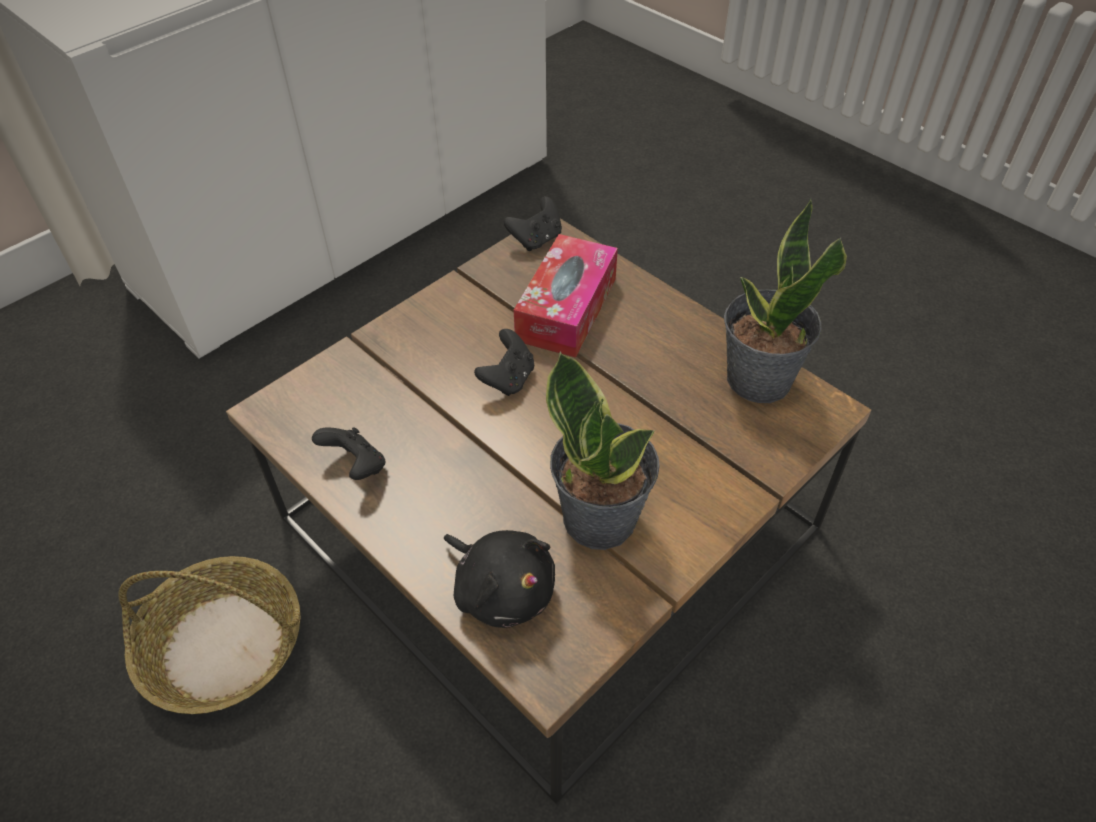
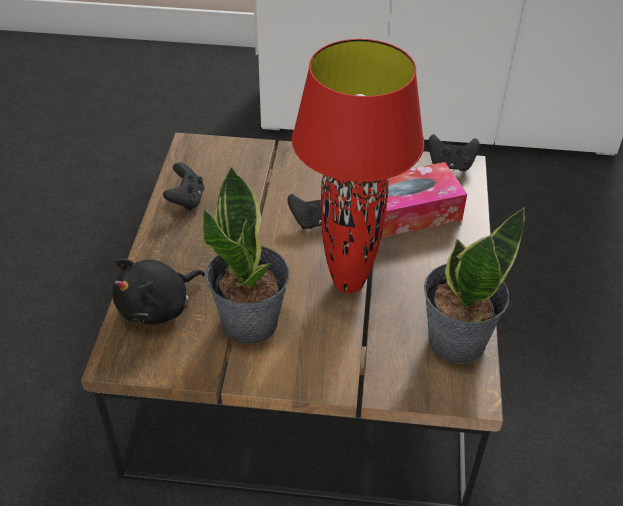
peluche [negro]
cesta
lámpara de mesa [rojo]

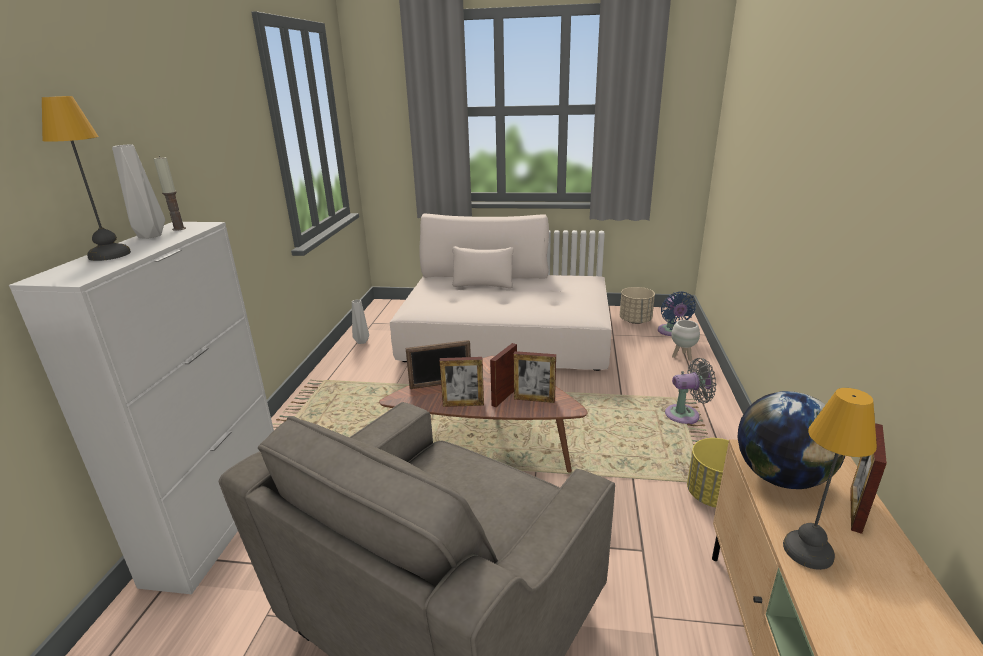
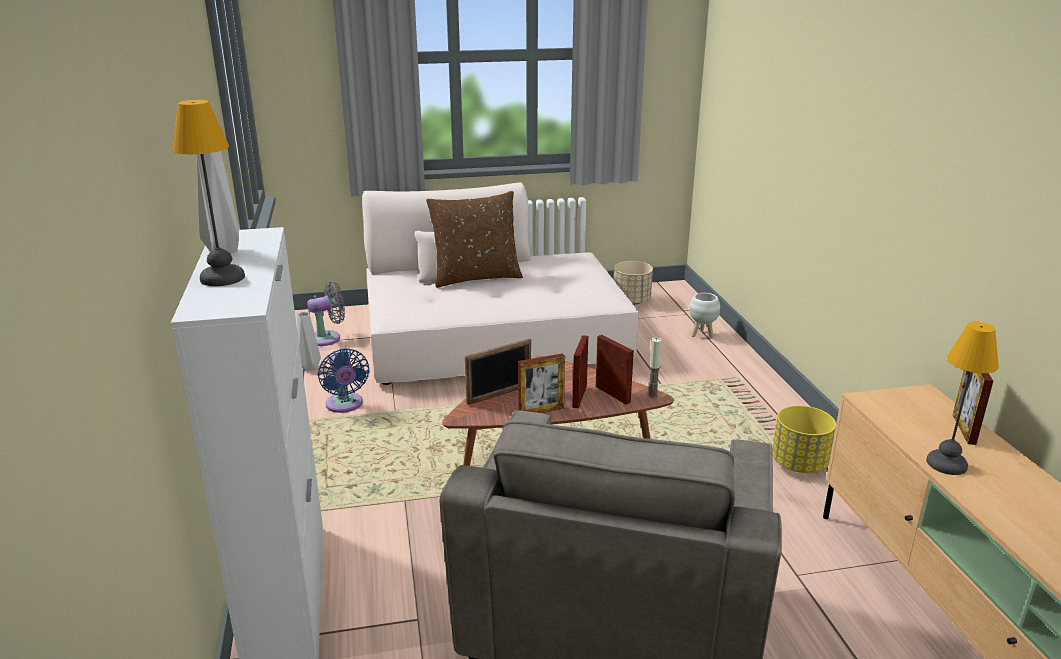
vela
ventilador [azul]
portarretratos (4th from left)
ventilador [gris]
globo terráqueo
cojín [marrón]

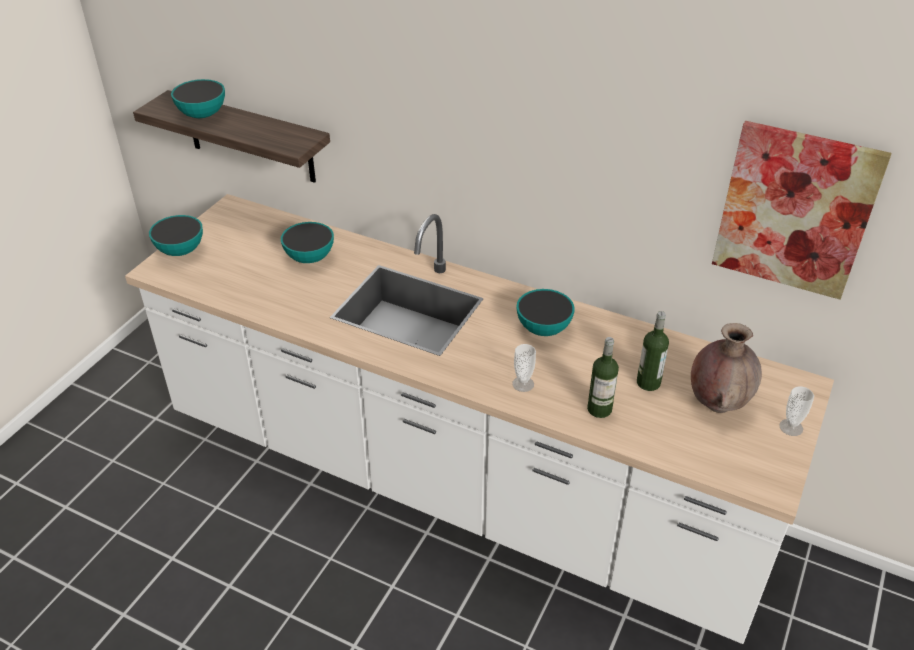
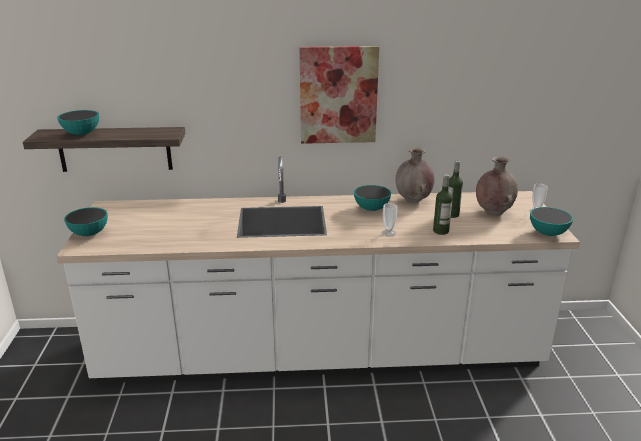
cuadro
cuenco (4th from left)
florero [marrón] (1st from left)

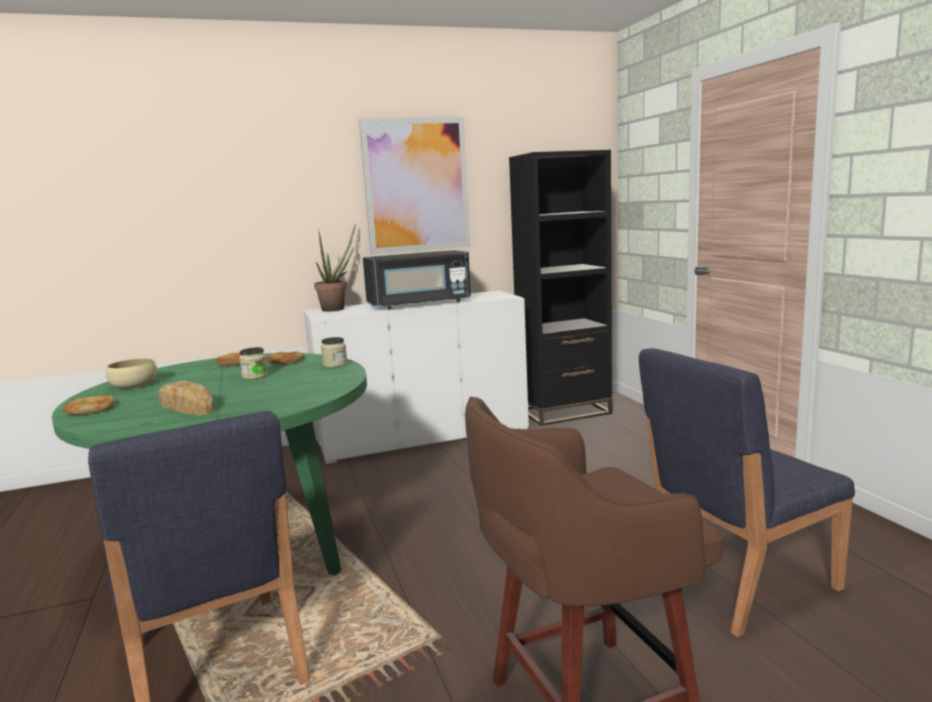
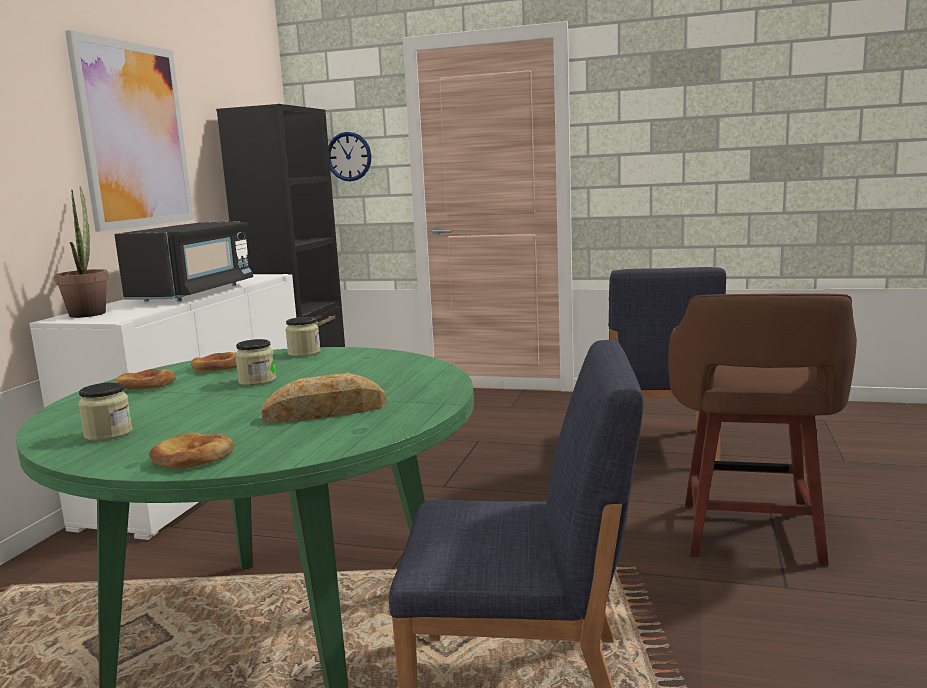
tarro (1st from left)
reloj de pared

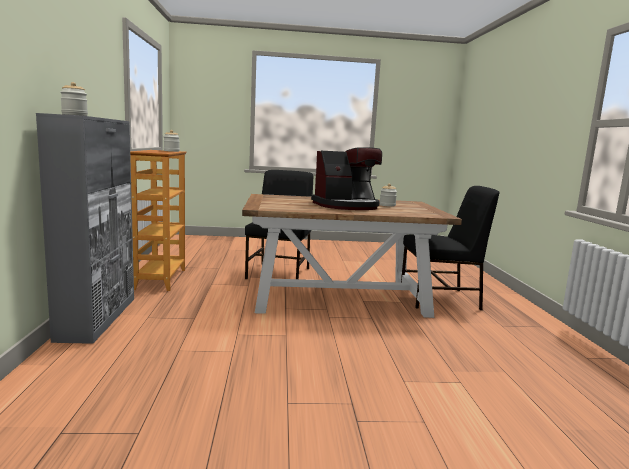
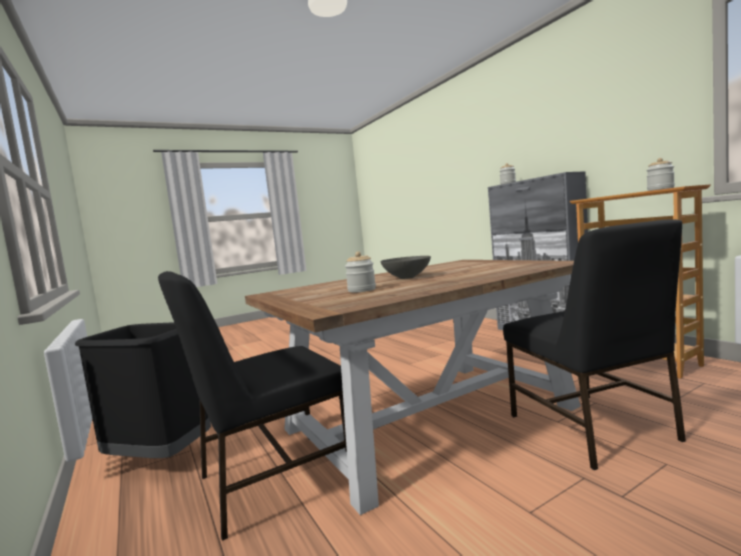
cuenco [gris]
papelera [negro]

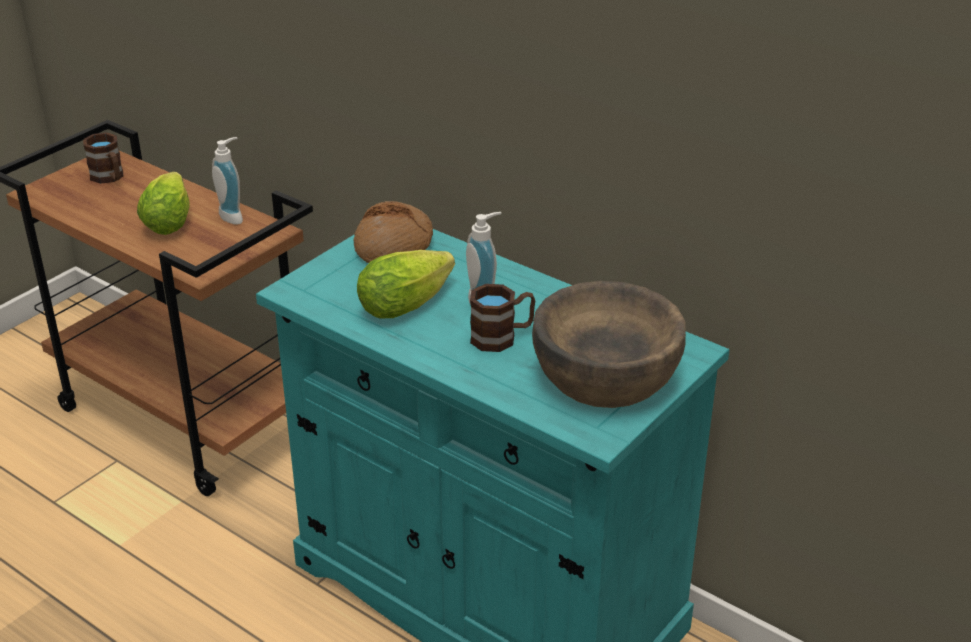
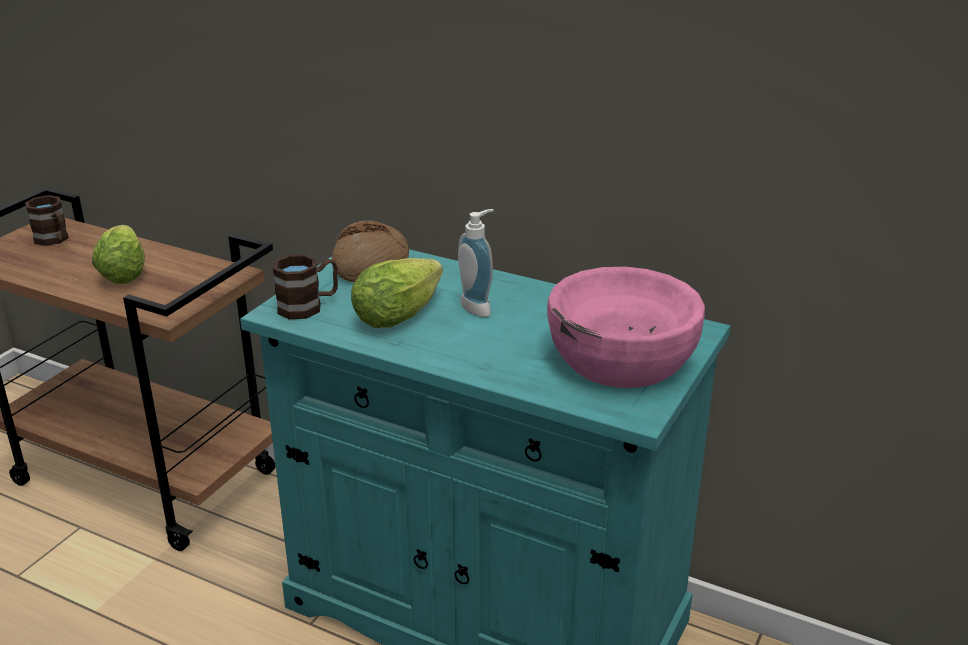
dispensador de jabón (1st from left in the first image)
cuenco [rosa]
taza grande [marrón] (2nd from left)

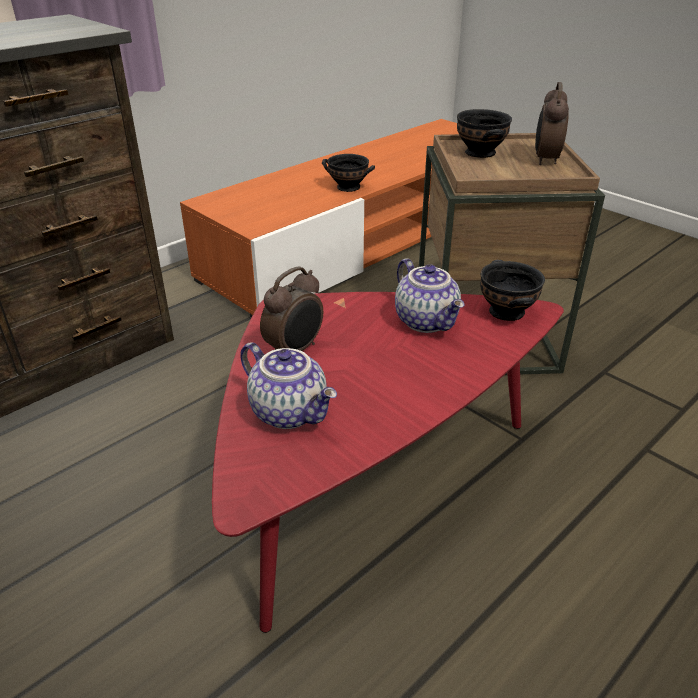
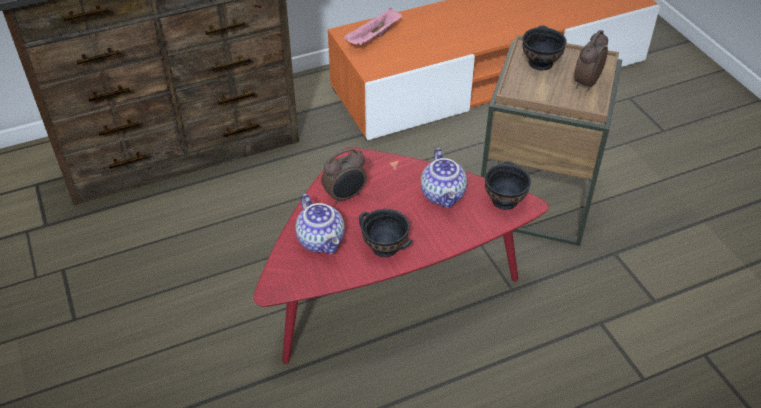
cuenco [negro] (1st from left)
bandeja [rosa]

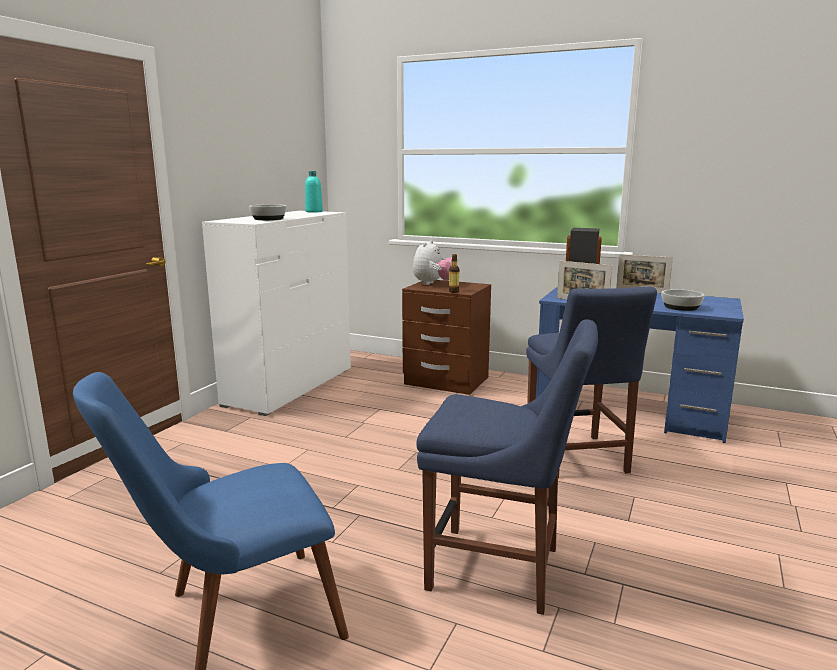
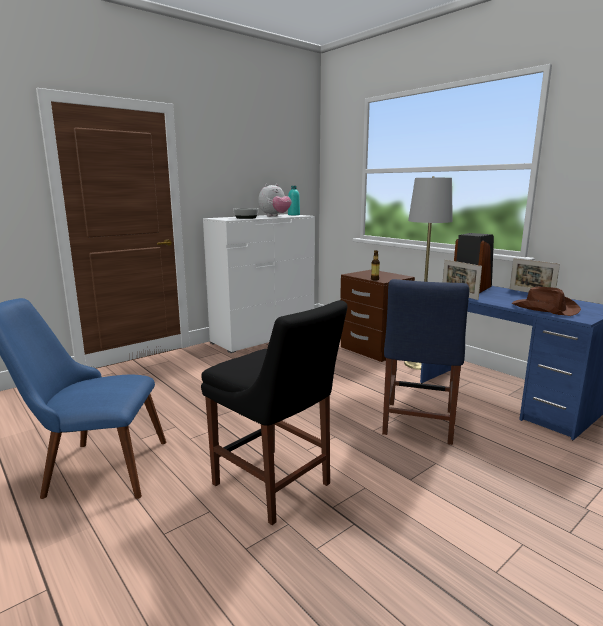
peluche
sombrero [marrón]
silla [negro]
lámpara de pie [gris]

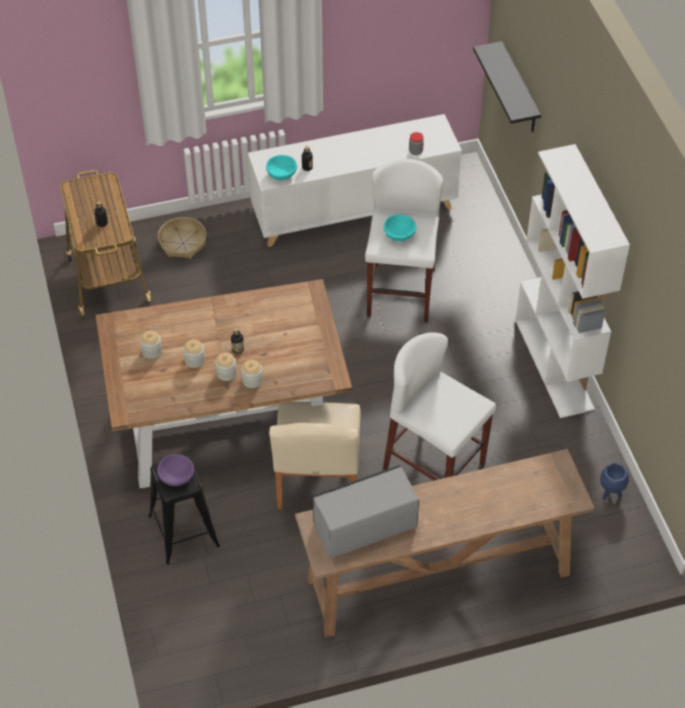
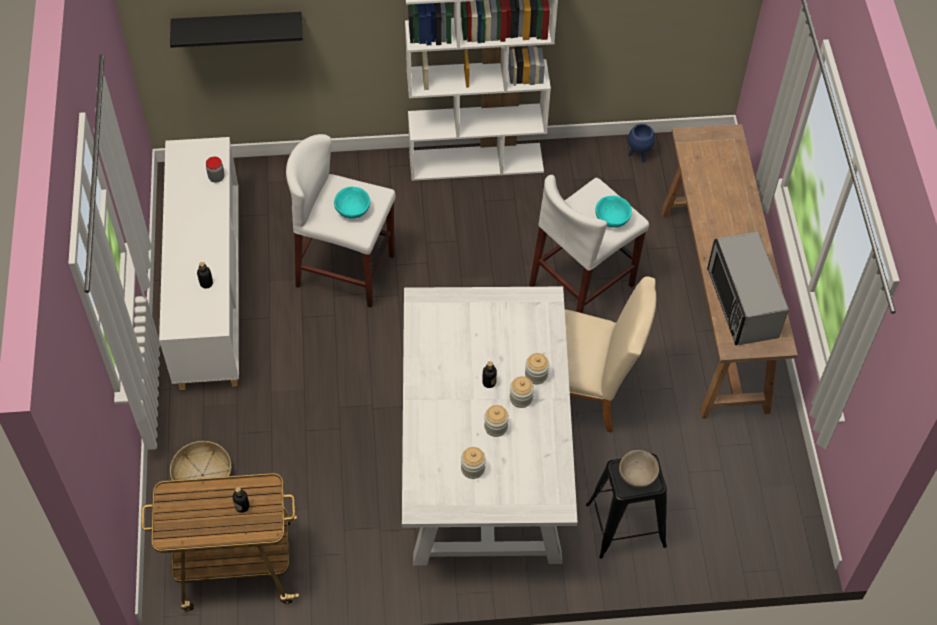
cuenco [turquesa] (2nd from left)
mesa de comedor [blanco]
cuenco [beis]

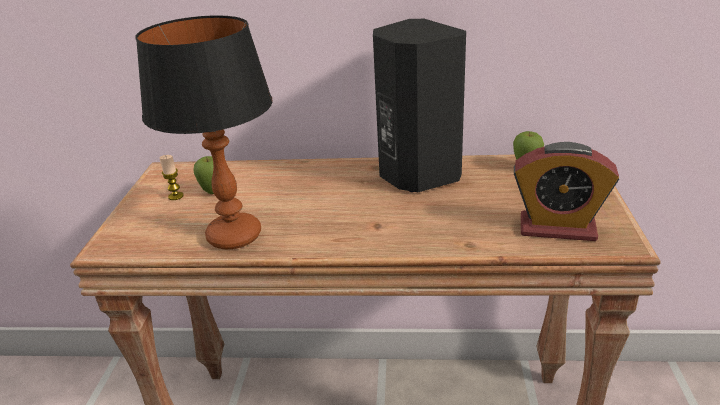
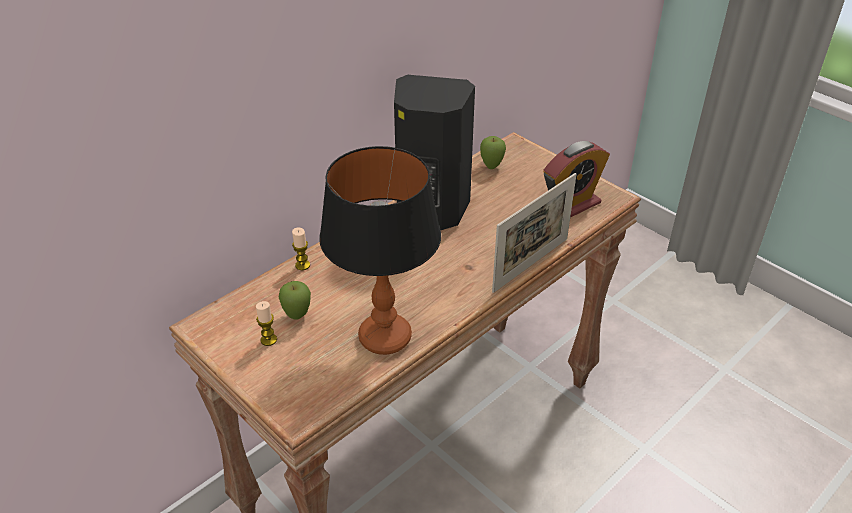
portarretratos
vela (2nd from left)

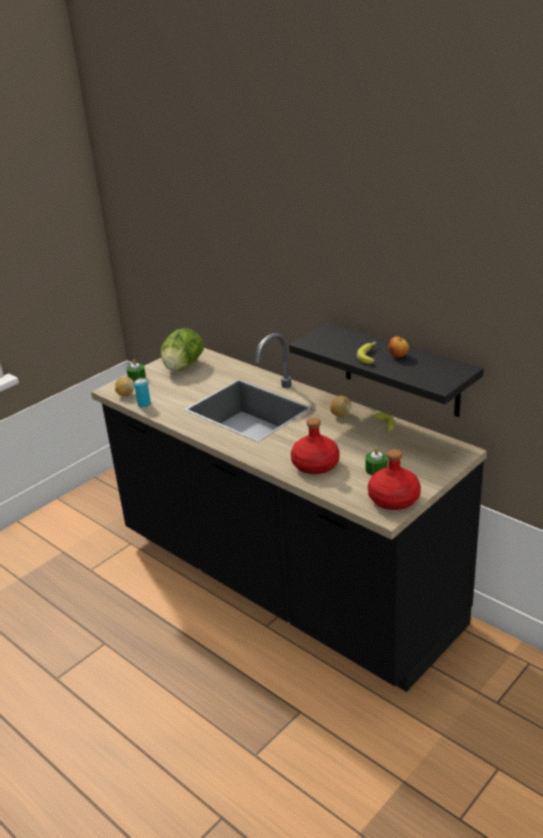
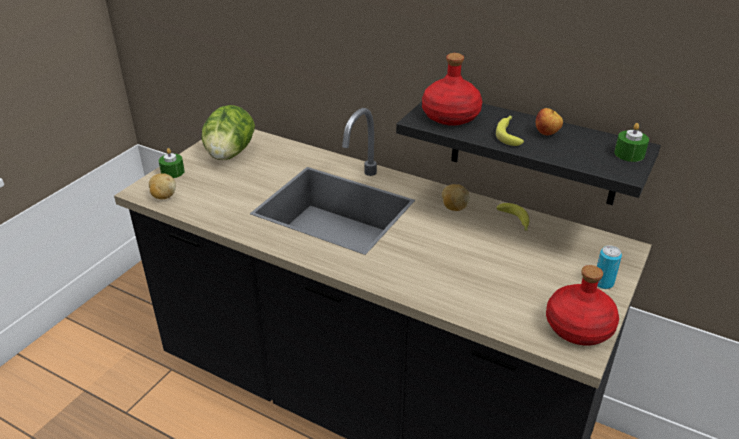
lata
botella [rojo] (1st from left)
vela [verde] (2nd from left)

